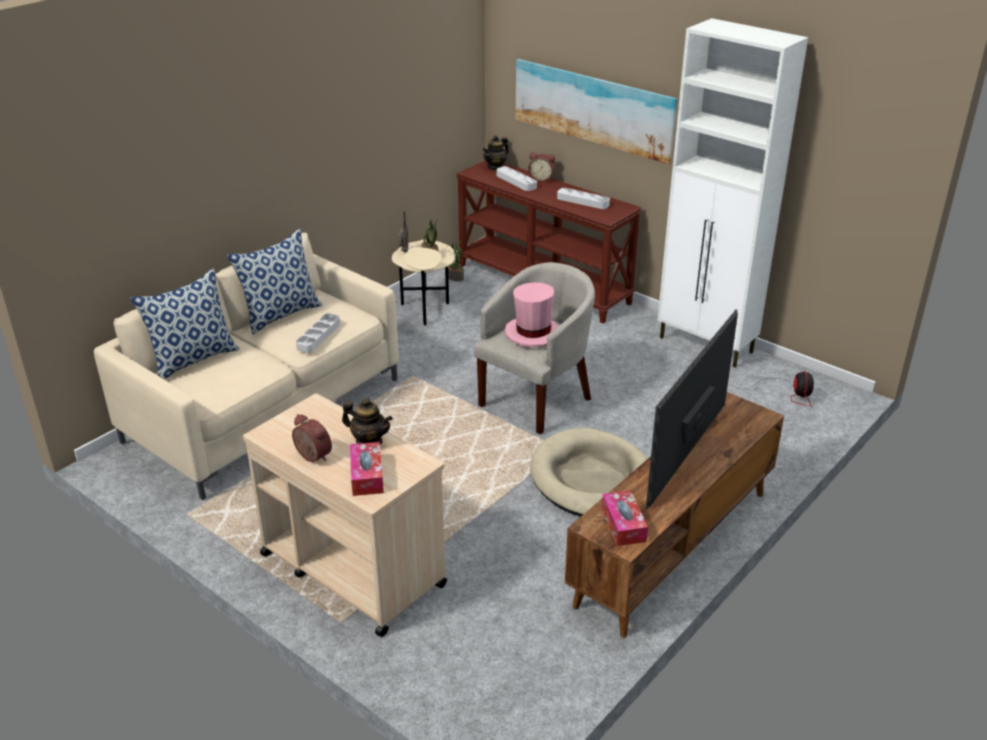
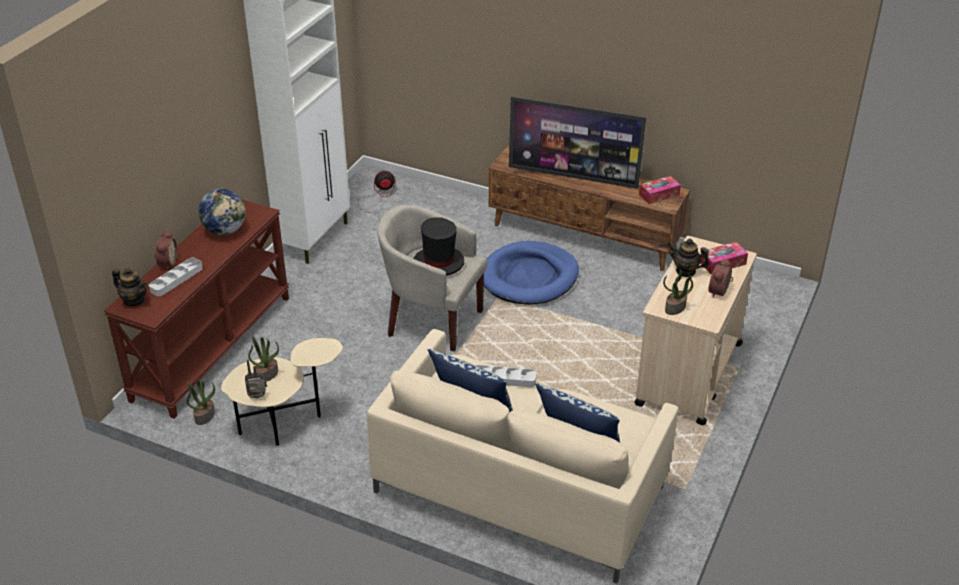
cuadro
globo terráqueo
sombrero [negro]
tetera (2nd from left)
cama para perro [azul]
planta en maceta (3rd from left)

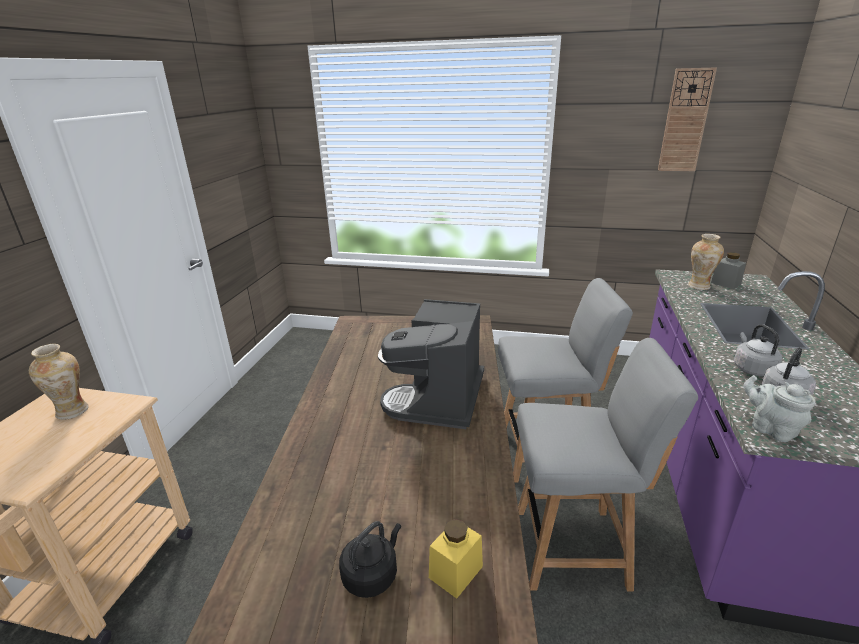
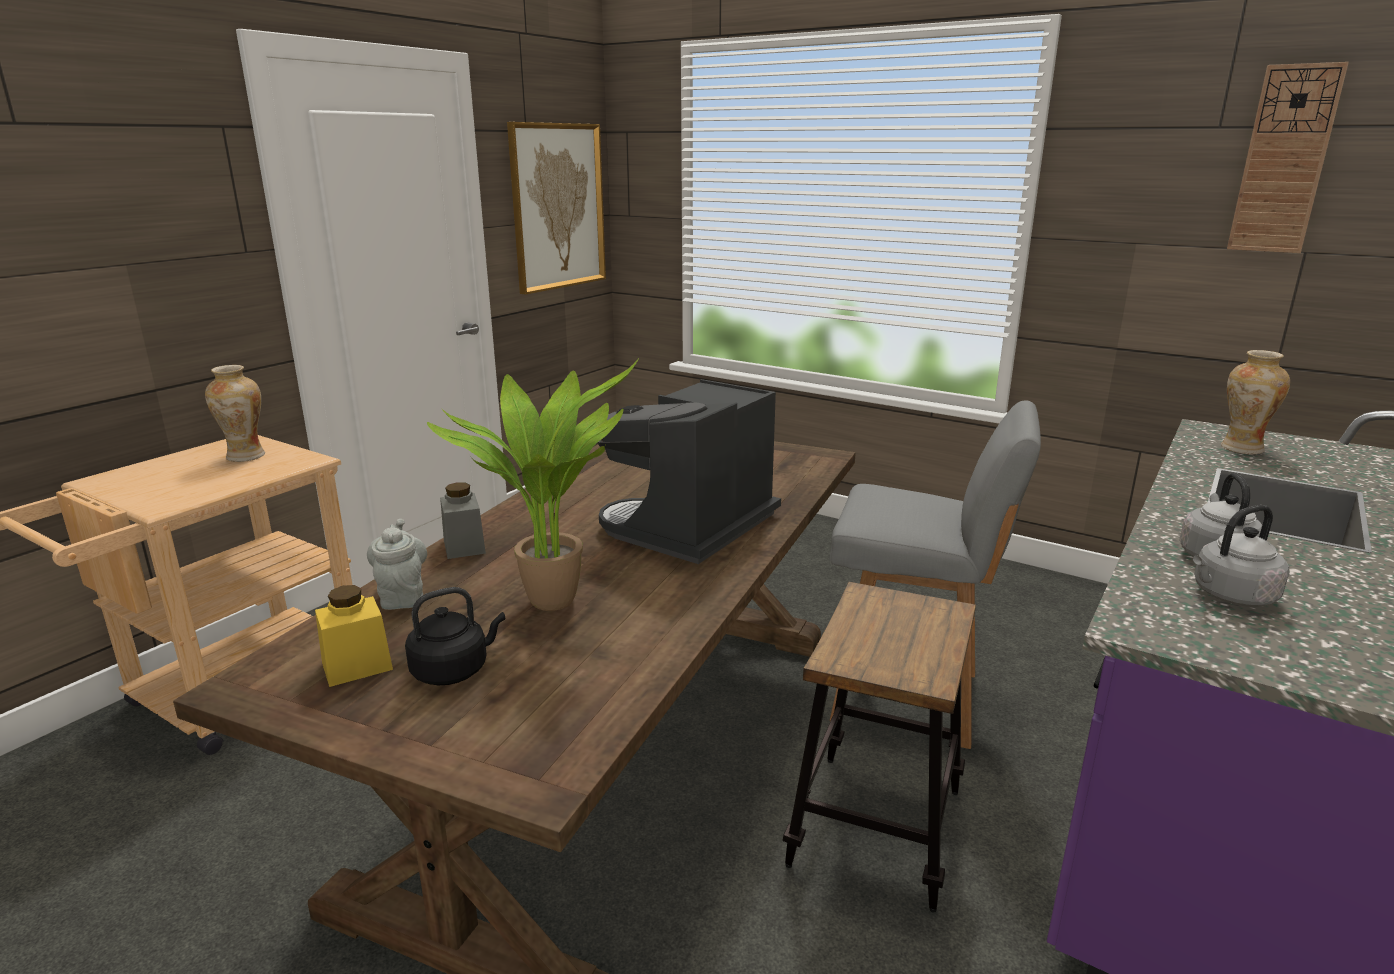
tarro [gris]
taburete
tetera [gris]
tarro [amarillo]
cuadro
planta en maceta

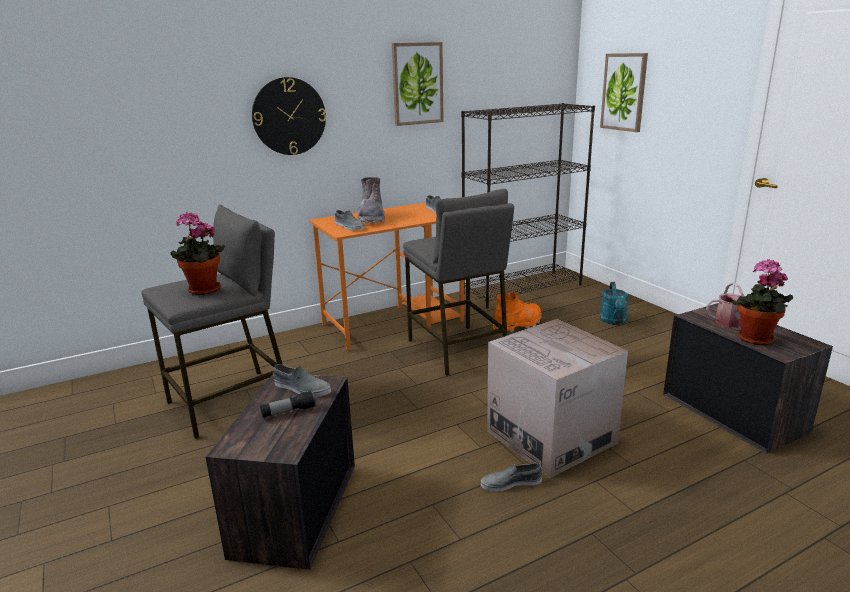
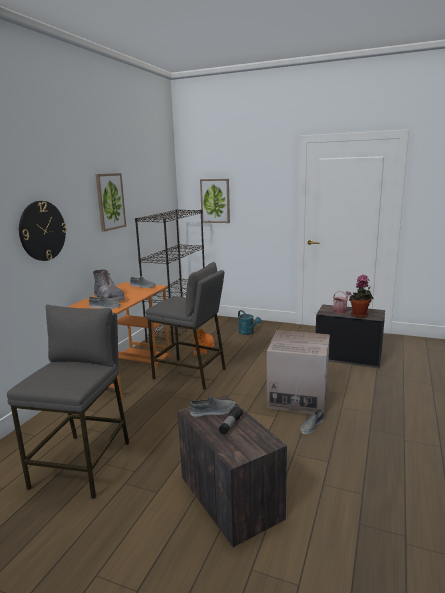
planta en maceta (1st from left in the first image)

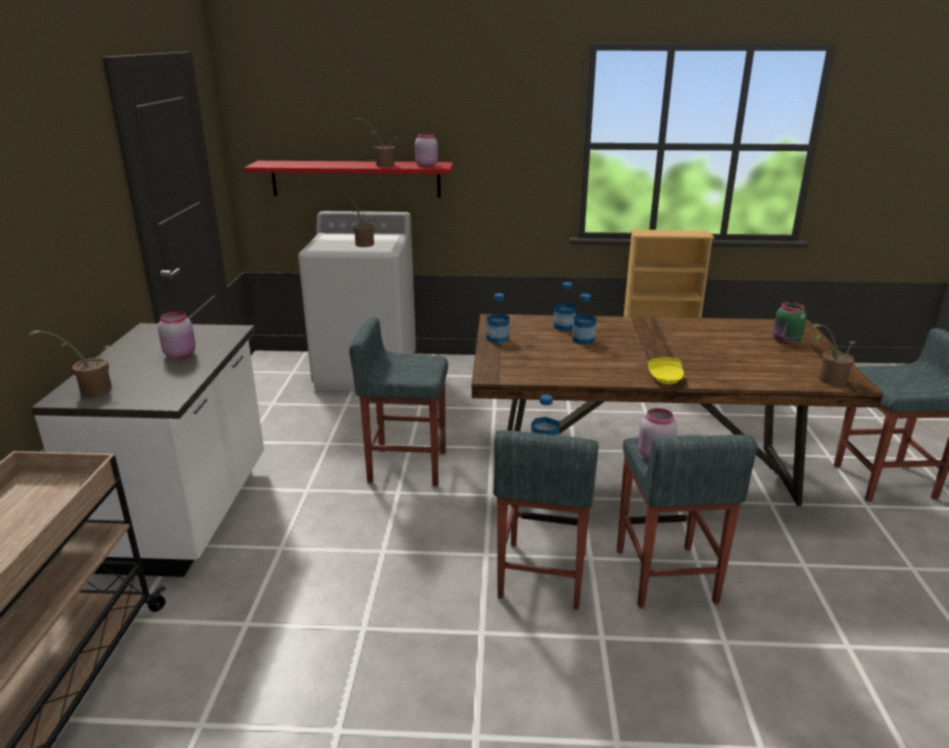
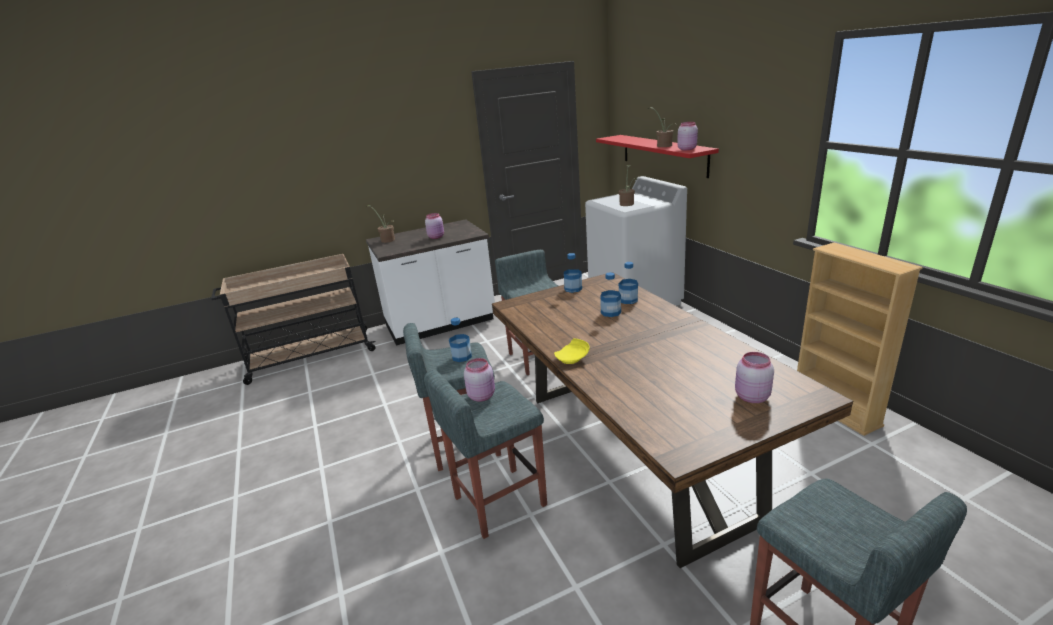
tarro [rosa] (4th from left)
planta en maceta (4th from left in the first image)

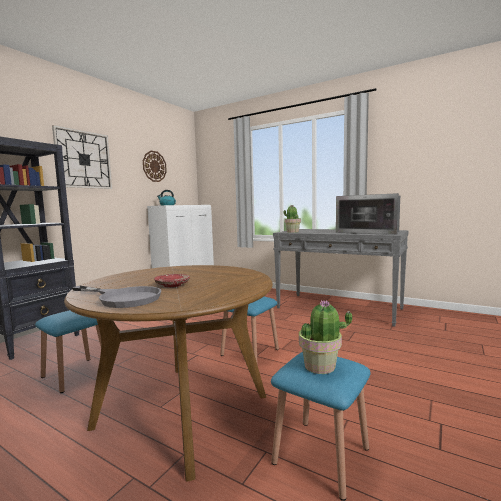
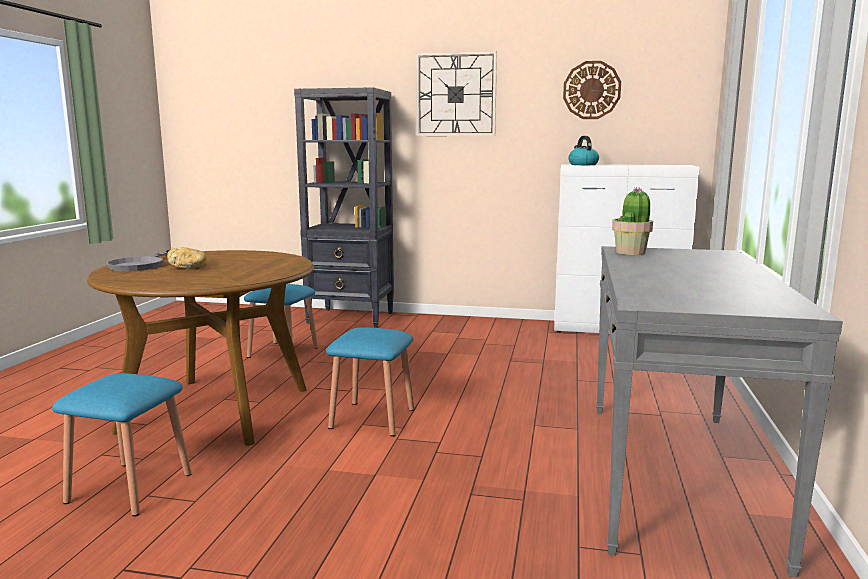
microondas
pan
planta en maceta (2nd from left in the first image)

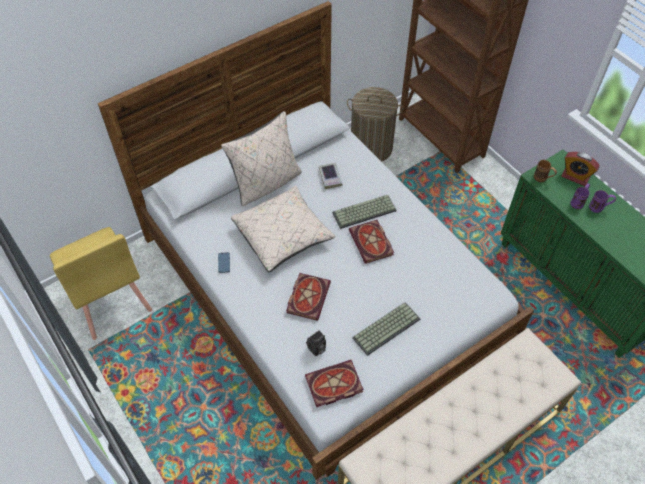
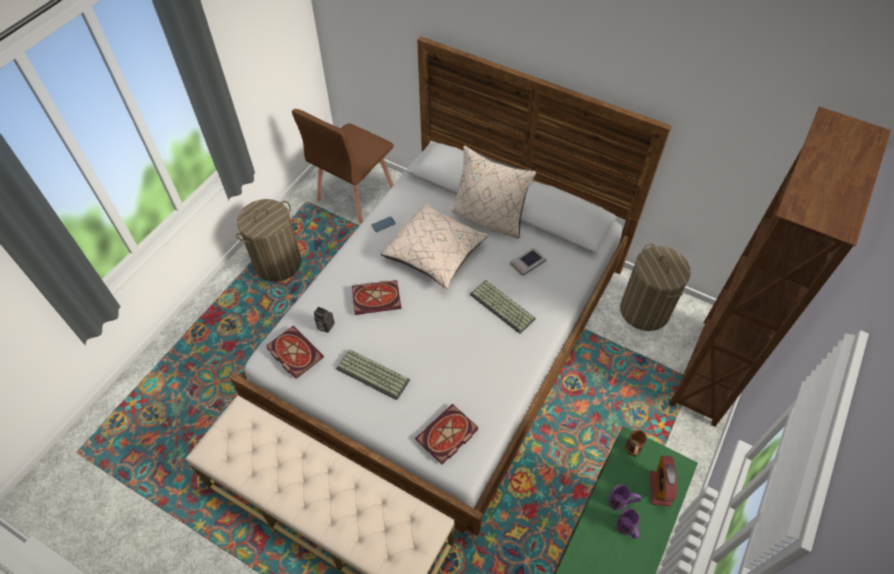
libro (3rd from left)
silla [marrón]
cesto de la ropa (1st from left)

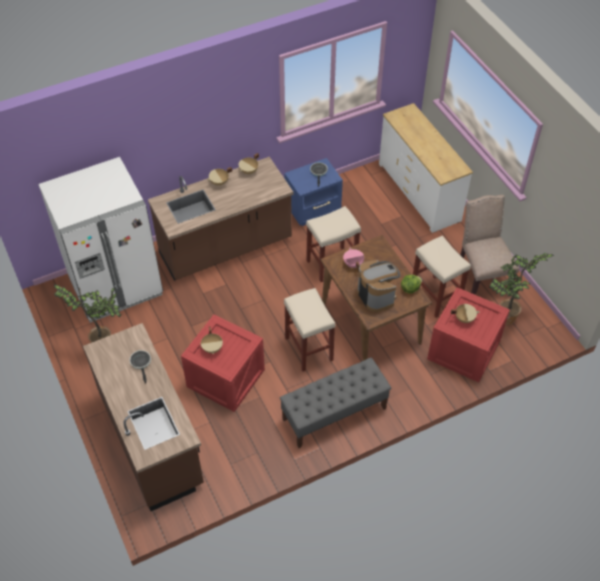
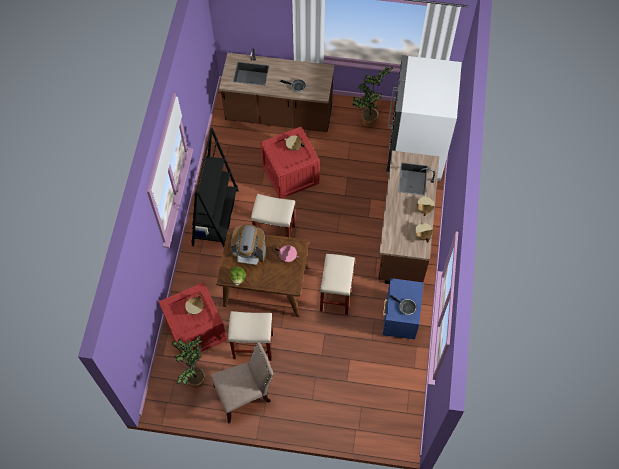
cómoda [blanco]
silla [beis]
estantería [negro]

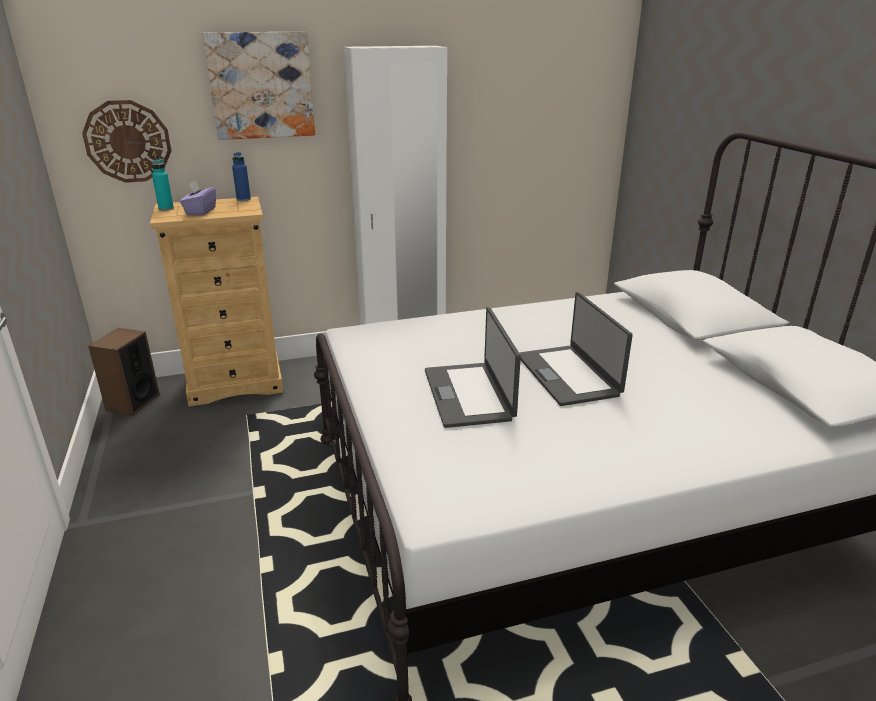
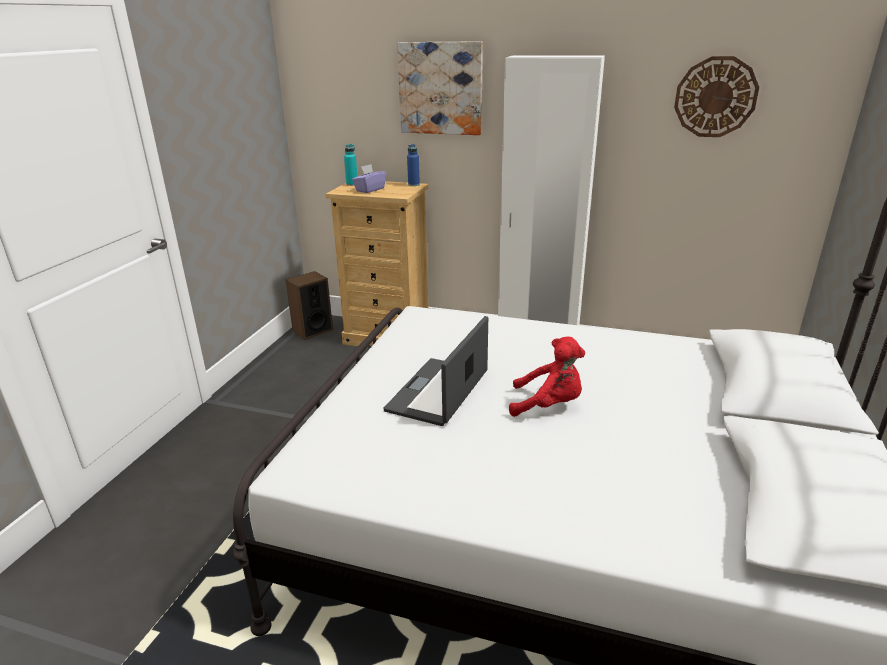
reloj de pared
peluche [rojo]

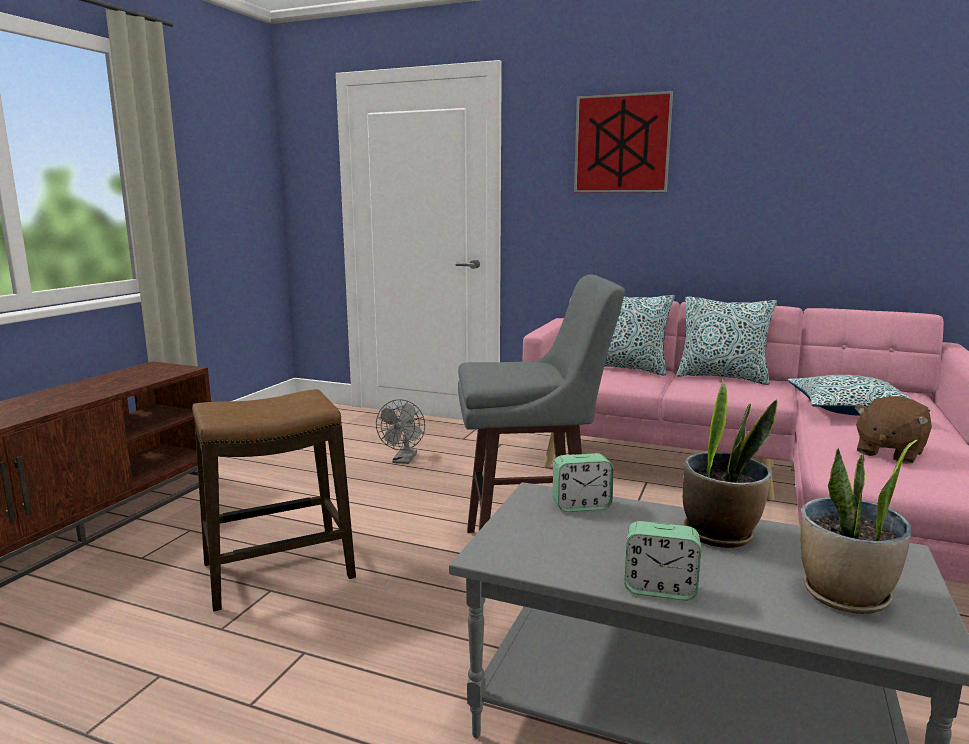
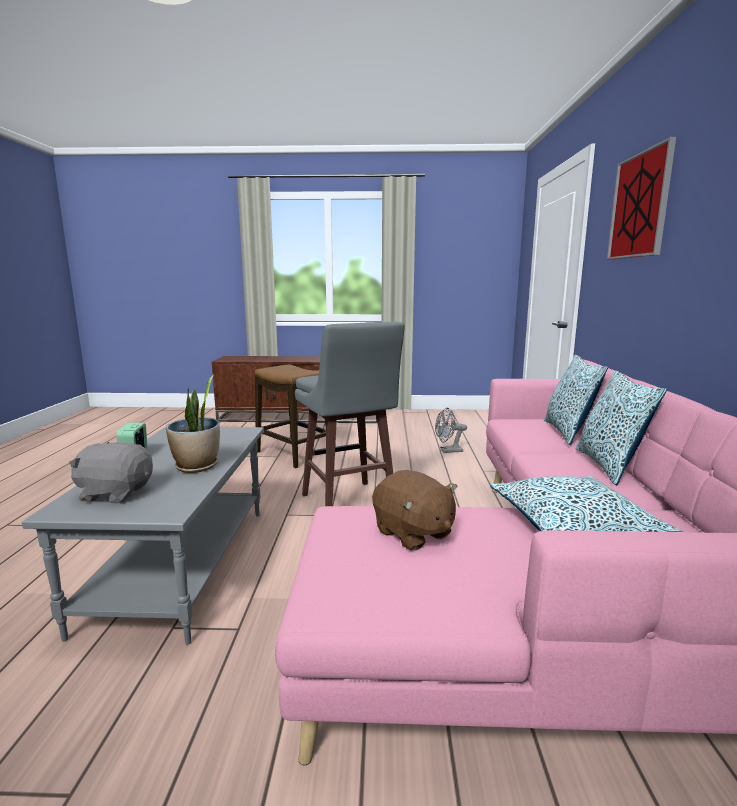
peluche [marrón]
peluche [gris]
despertador (1st from left in the first image)

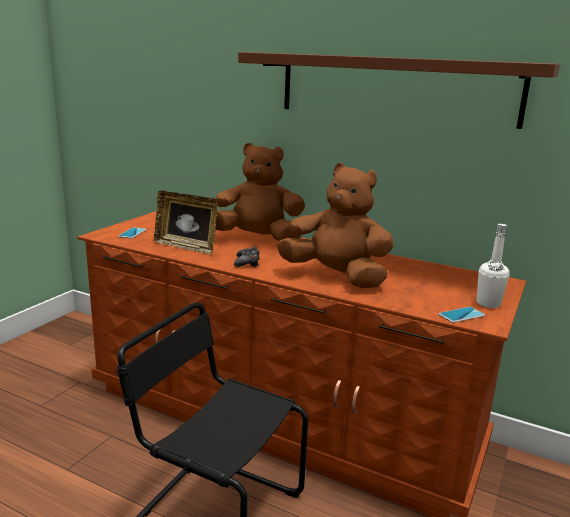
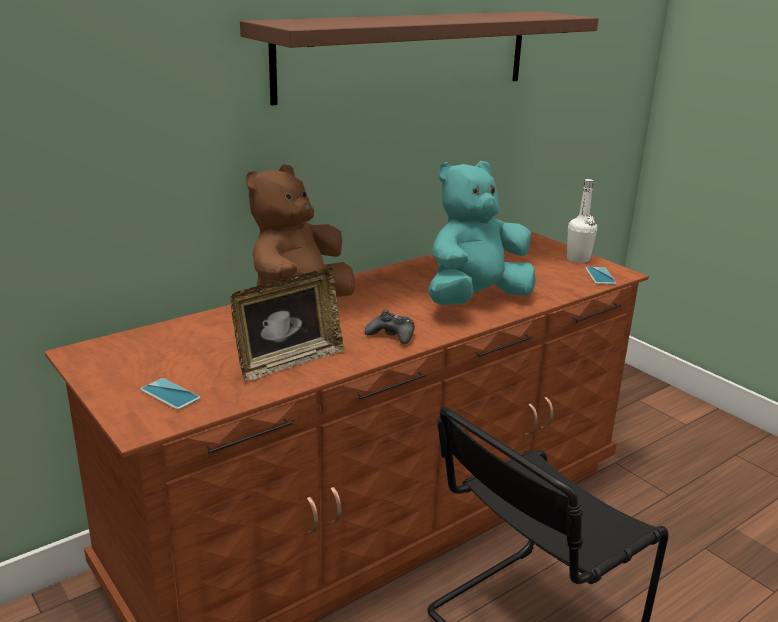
peluche [turquesa]

